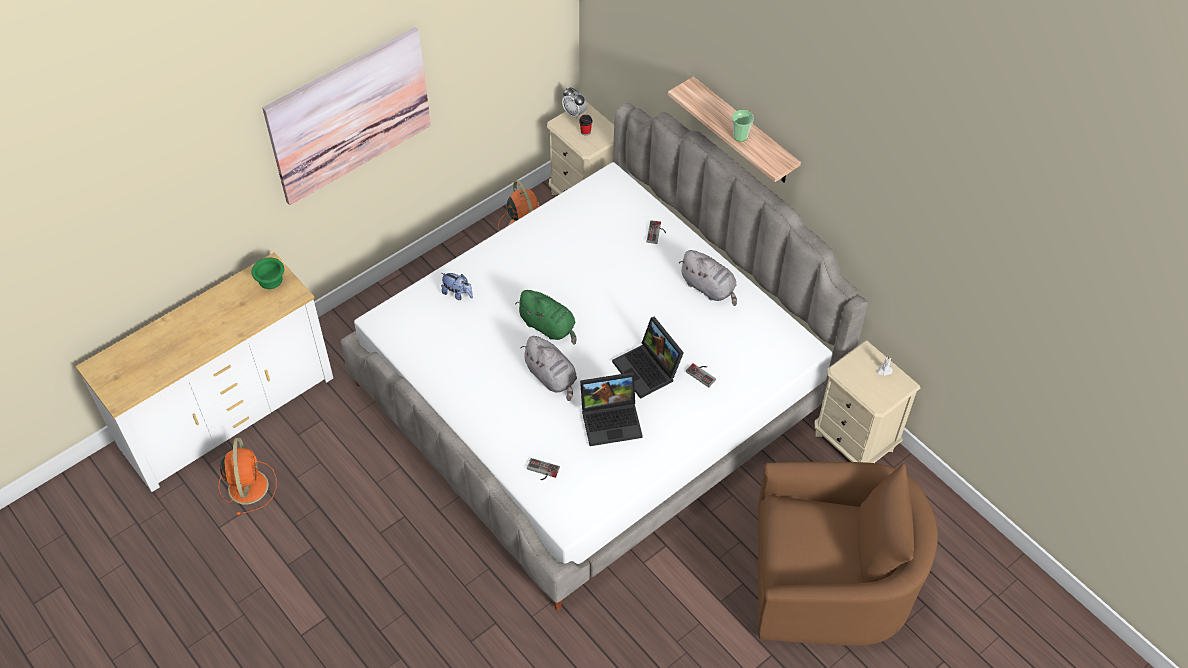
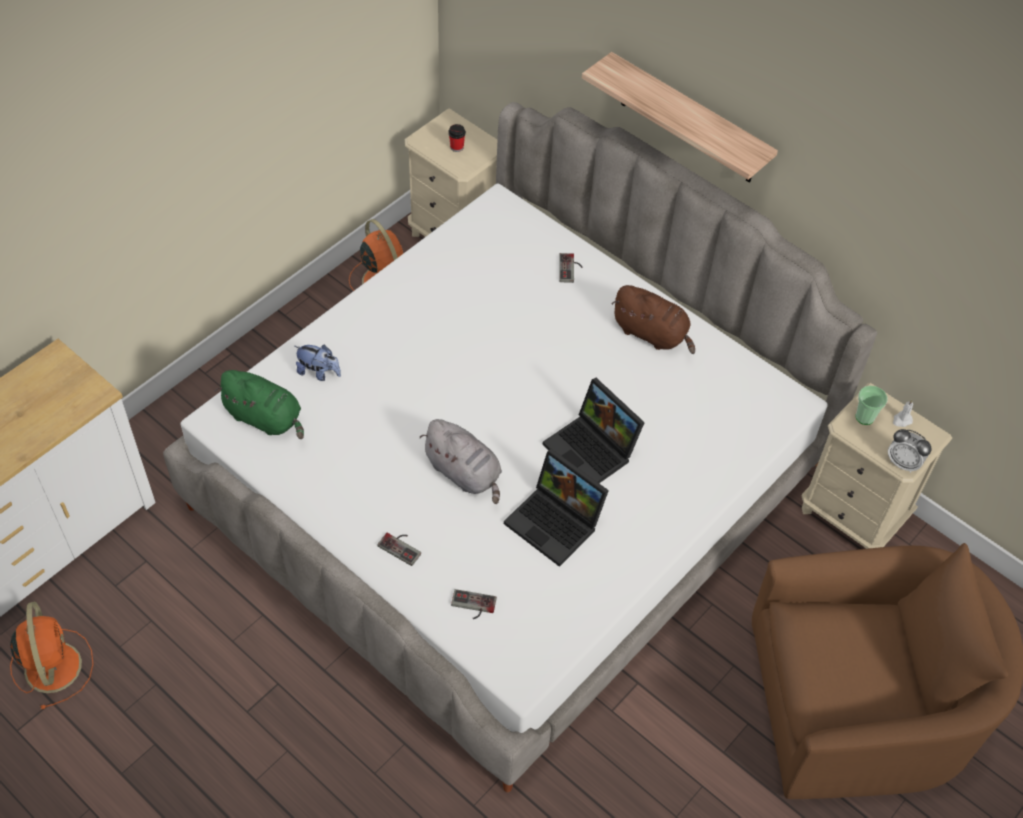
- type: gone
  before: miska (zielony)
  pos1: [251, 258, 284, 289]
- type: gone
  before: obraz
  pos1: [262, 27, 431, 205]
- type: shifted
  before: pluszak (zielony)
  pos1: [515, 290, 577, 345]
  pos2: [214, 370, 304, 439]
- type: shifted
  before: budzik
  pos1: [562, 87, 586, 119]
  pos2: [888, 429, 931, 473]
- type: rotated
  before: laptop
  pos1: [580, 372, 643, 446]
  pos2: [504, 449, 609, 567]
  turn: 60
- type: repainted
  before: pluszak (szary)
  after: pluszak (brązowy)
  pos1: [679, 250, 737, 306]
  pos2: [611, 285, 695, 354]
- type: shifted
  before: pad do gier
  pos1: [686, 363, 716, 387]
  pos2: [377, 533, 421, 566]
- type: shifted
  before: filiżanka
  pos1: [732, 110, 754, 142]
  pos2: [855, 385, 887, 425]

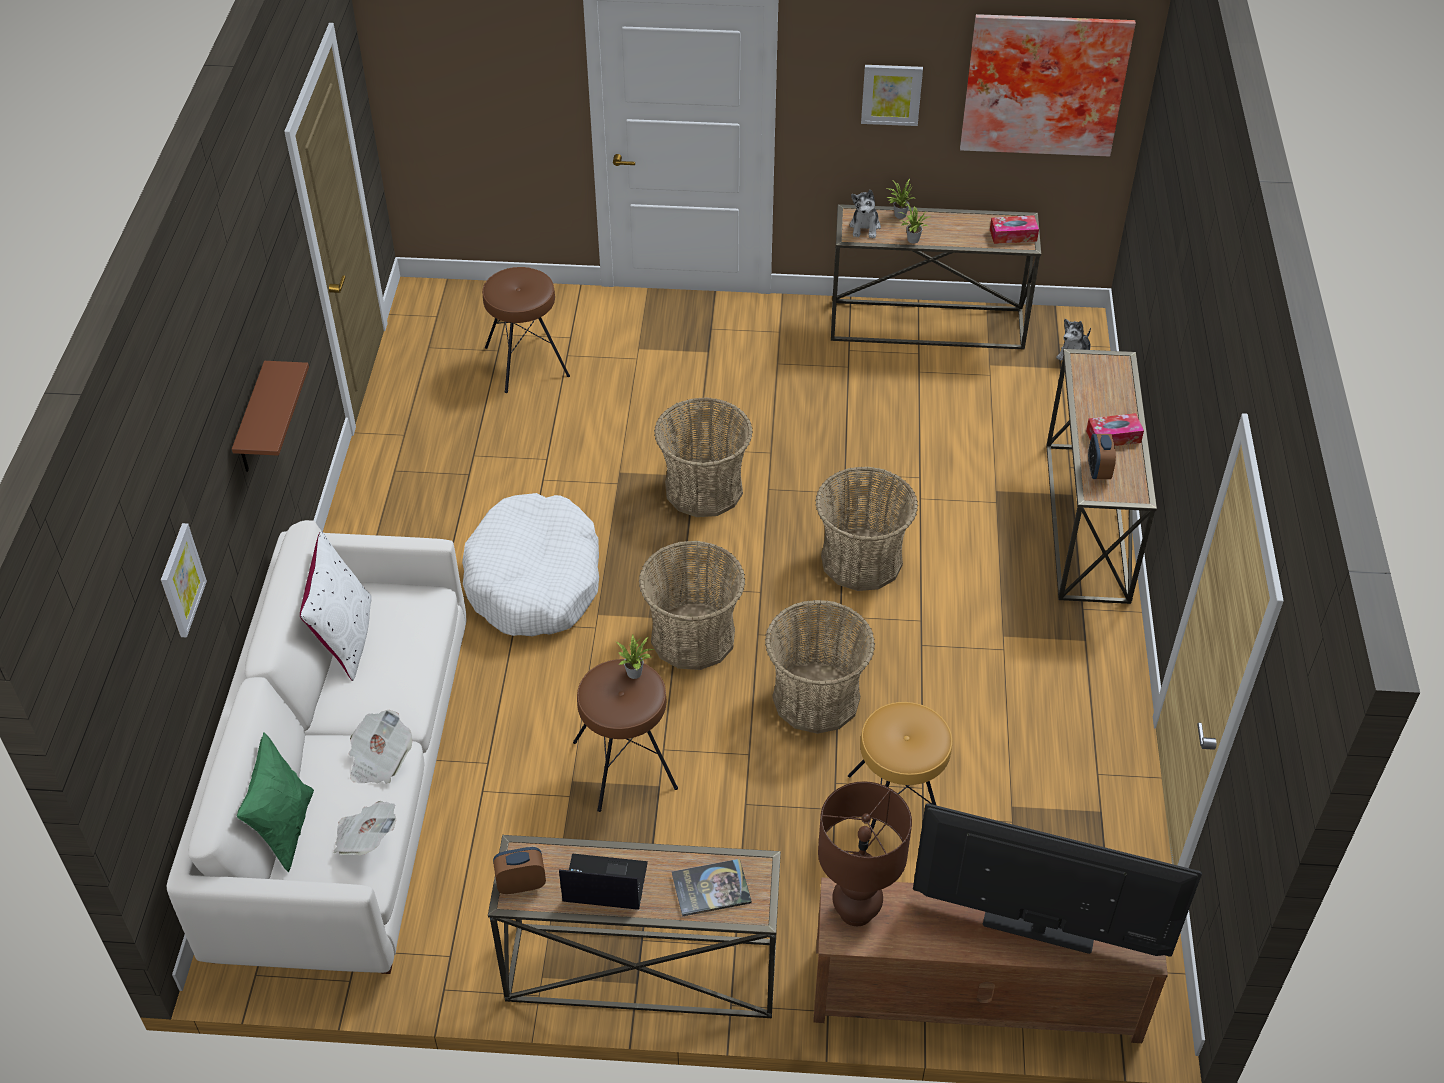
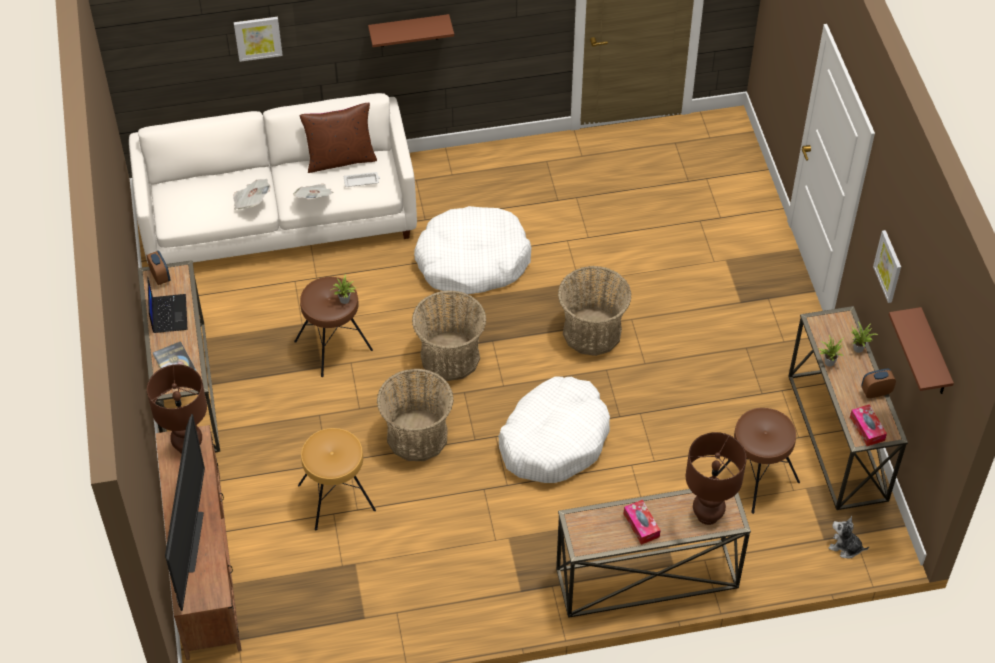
- type: gone
  before: poduszka (zielony)
  pos1: [237, 732, 314, 872]
- type: repainted
  before: poduszka (biały)
  after: poduszka (brązowy)
  pos1: [300, 531, 372, 681]
  pos2: [300, 103, 377, 173]
- type: shifted
  before: gazeta
  pos1: [334, 801, 396, 855]
  pos2: [293, 184, 334, 199]
- type: shifted
  before: stołek (brązowy)
  pos1: [482, 267, 570, 393]
  pos2: [717, 408, 800, 514]
- type: swapped
  before: koszyk
  after: legowisko (biały)
  pos1: [815, 466, 918, 591]
  pos2: [499, 376, 610, 483]
- type: gone
  before: pluszak
  pos1: [850, 190, 881, 238]
- type: swapped
  before: obraz
  after: półka (brązowy)
  pos1: [960, 14, 1136, 157]
  pos2: [889, 307, 954, 394]
- type: shifted
  before: budzik
  pos1: [1088, 434, 1116, 479]
  pos2: [861, 368, 896, 398]
- type: new
  after: taca (biały)
  pos2: [344, 172, 380, 187]
- type: new
  after: lampa stołowa (brązowy)
  pos2: [686, 432, 747, 525]

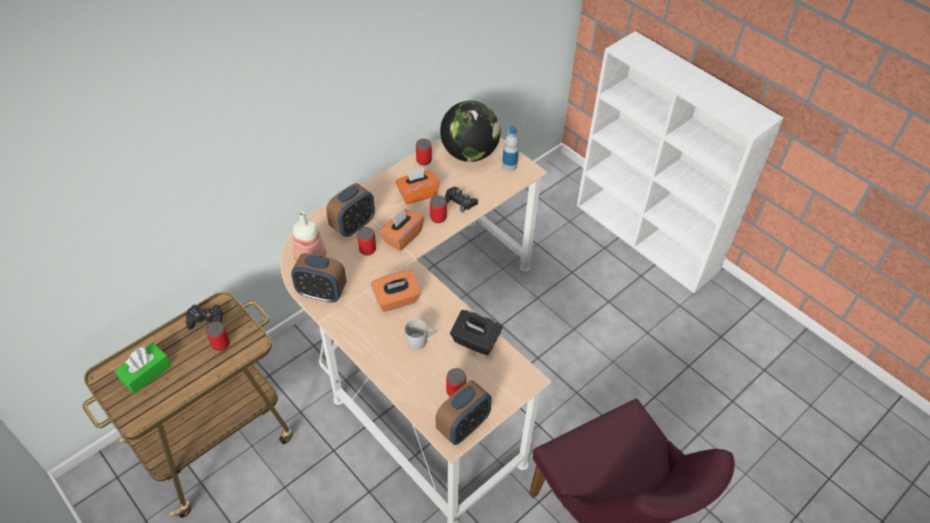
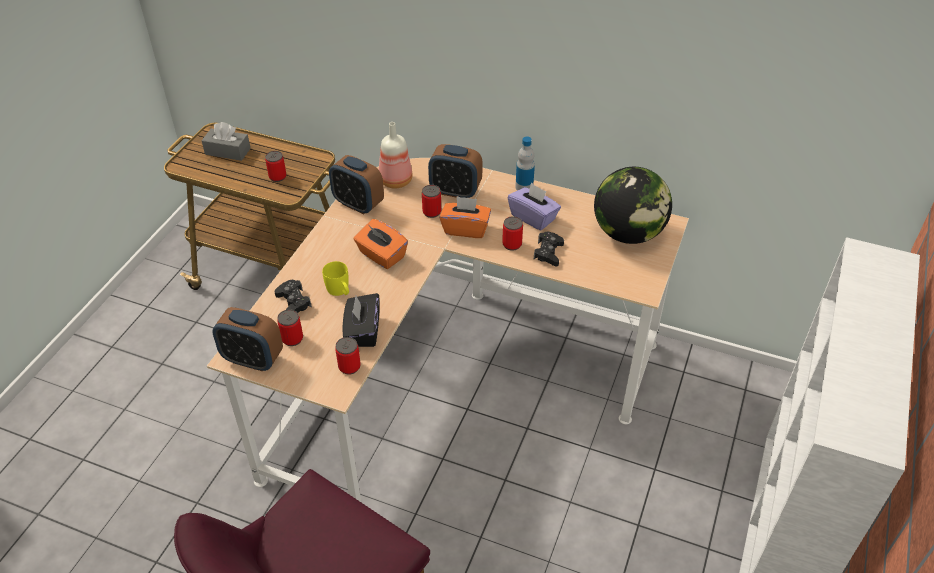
- type: repainted
  before: pudełko chusteczek (zielony)
  after: pudełko chusteczek (szary)
  pos1: [115, 343, 172, 394]
  pos2: [201, 122, 251, 161]
- type: shifted
  before: pad do gier (czarny)
  pos1: [186, 305, 223, 330]
  pos2: [275, 280, 312, 313]
- type: rotated
  before: budzik
  pos1: [291, 253, 346, 303]
  pos2: [329, 155, 384, 214]
  turn: -45
- type: repainted
  before: pudełko chusteczek (pomarańczowy)
  after: pudełko chusteczek (fioletowy)
  pos1: [395, 167, 440, 204]
  pos2: [508, 183, 561, 231]
- type: repainted
  before: kubek (biały)
  after: kubek (żółty)
  pos1: [405, 319, 437, 350]
  pos2: [322, 261, 349, 296]
- type: shifted
  before: puszka
  pos1: [416, 139, 432, 166]
  pos2: [335, 337, 361, 375]
- type: shifted
  before: butelka
  pos1: [502, 126, 519, 172]
  pos2: [515, 137, 535, 191]

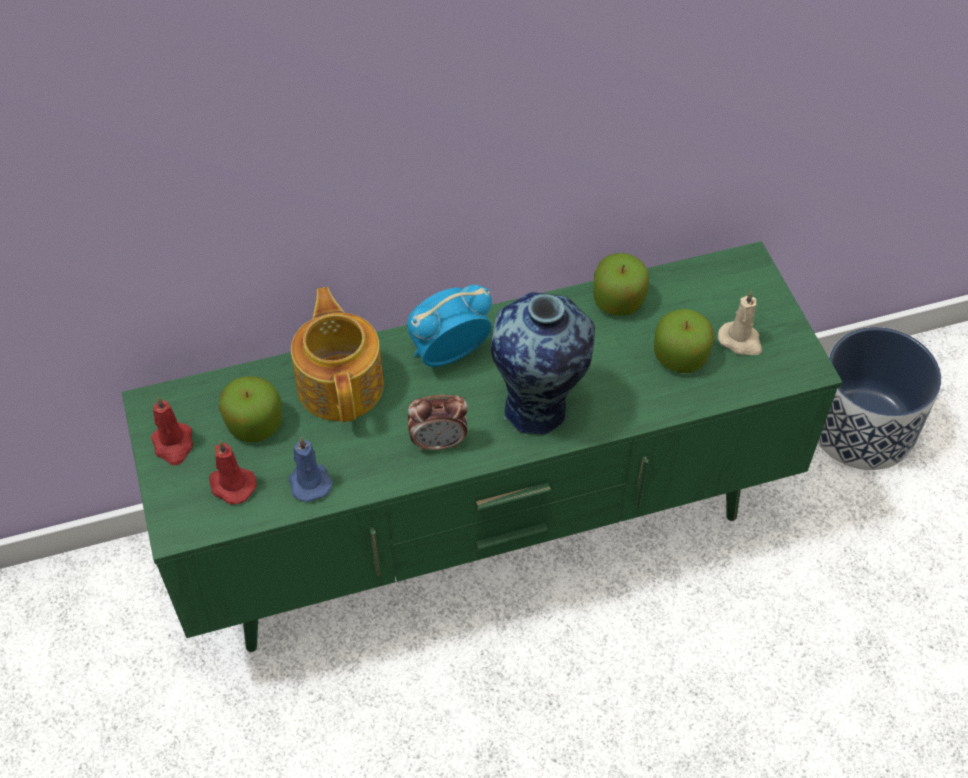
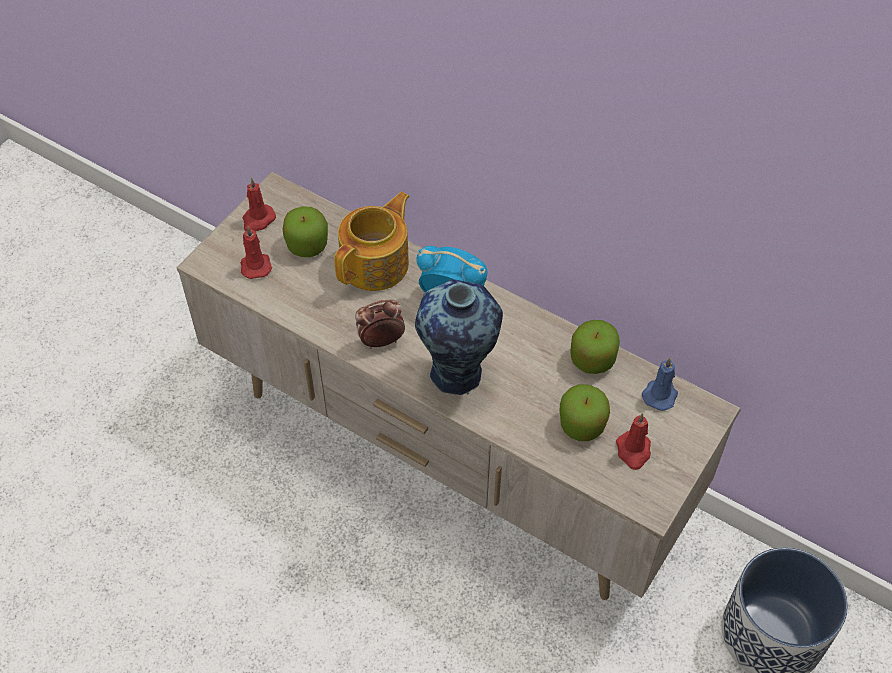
- type: repainted
  before: szafka pod telewizor (zielony)
  after: szafka pod telewizor (beżowy)
  pos1: [122, 241, 842, 652]
  pos2: [176, 172, 741, 600]
- type: shifted
  before: świeca (niebieski)
  pos1: [289, 437, 333, 502]
  pos2: [642, 358, 678, 411]
- type: rotated
  before: budzik
  pos1: [408, 395, 468, 451]
  pos2: [355, 300, 405, 349]
  turn: 120
- type: repainted
  before: świeca (beżowy)
  after: świeca (czerwony)
  pos1: [718, 291, 762, 355]
  pos2: [616, 413, 651, 470]

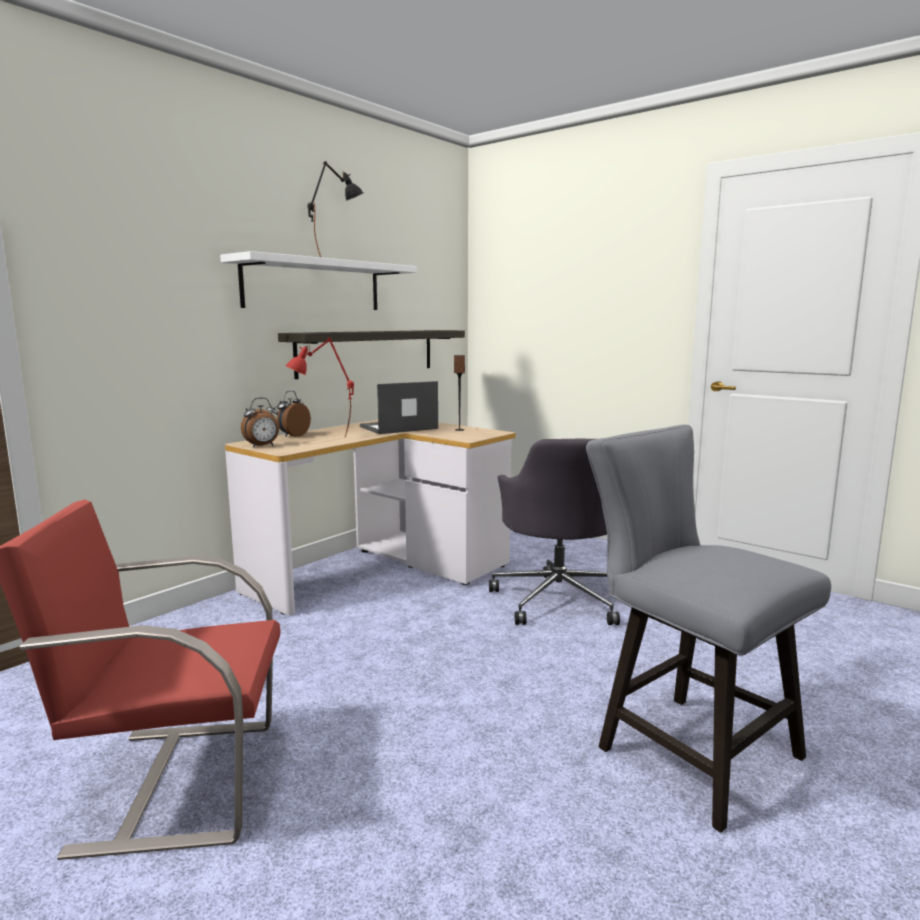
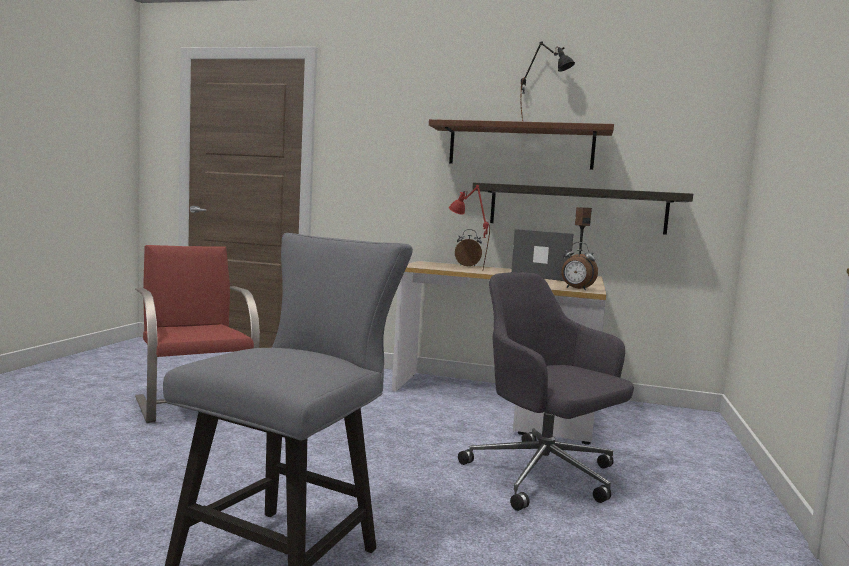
- type: repainted
  before: półka (biały)
  after: półka (brązowy)
  pos1: [220, 251, 417, 310]
  pos2: [429, 119, 614, 170]
- type: shifted
  before: budzik
  pos1: [241, 398, 279, 448]
  pos2: [561, 242, 598, 290]
- type: rotated
  before: krzesło biurowe (szary)
  pos1: [489, 439, 620, 625]
  pos2: [458, 272, 634, 511]
  turn: 75

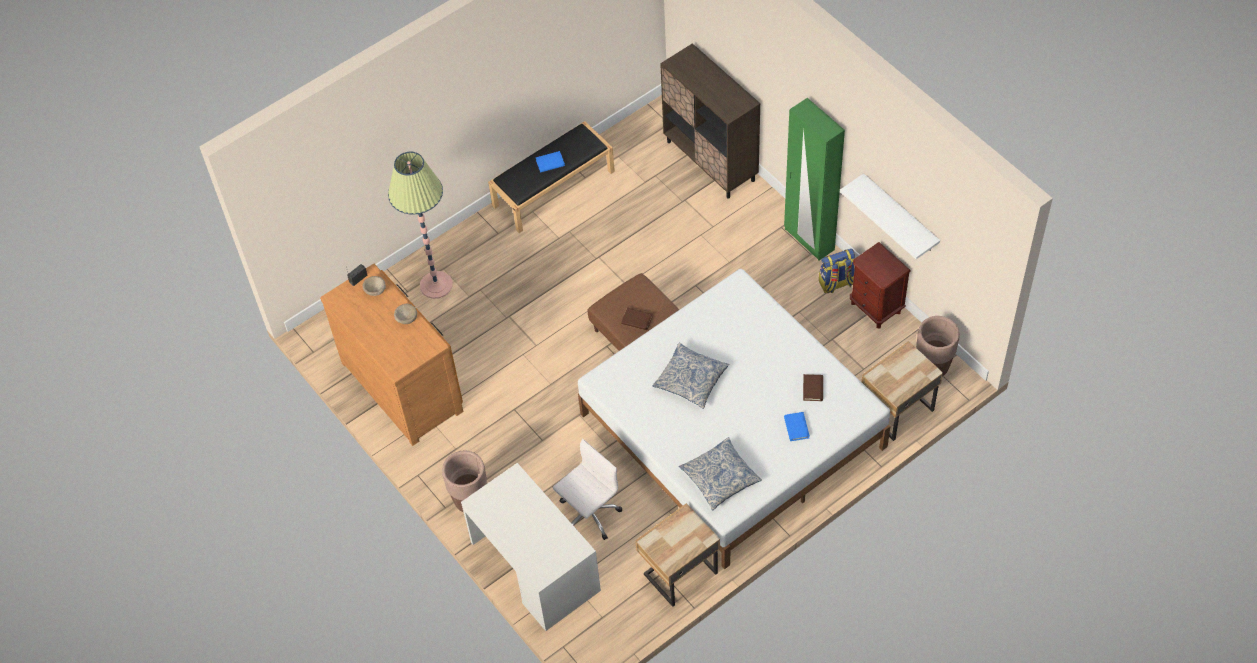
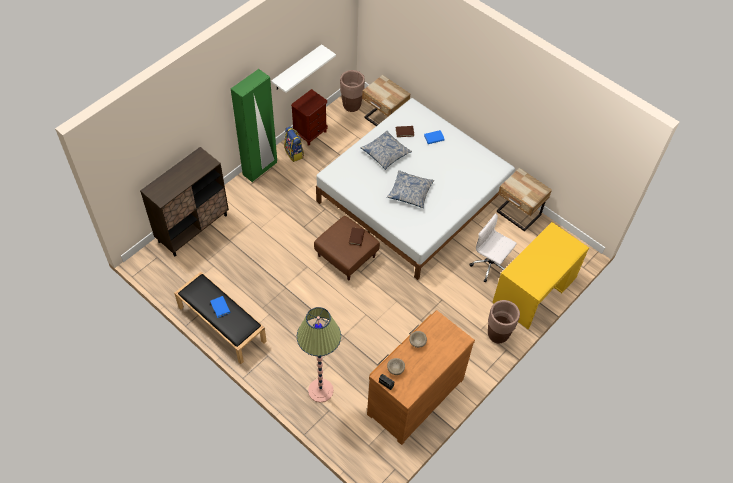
- type: repainted
  before: biurko (biały)
  after: biurko (żółty)
  pos1: [461, 463, 601, 631]
  pos2: [492, 222, 589, 329]
- type: shifted
  before: poduszka
  pos1: [679, 437, 762, 510]
  pos2: [360, 131, 412, 170]

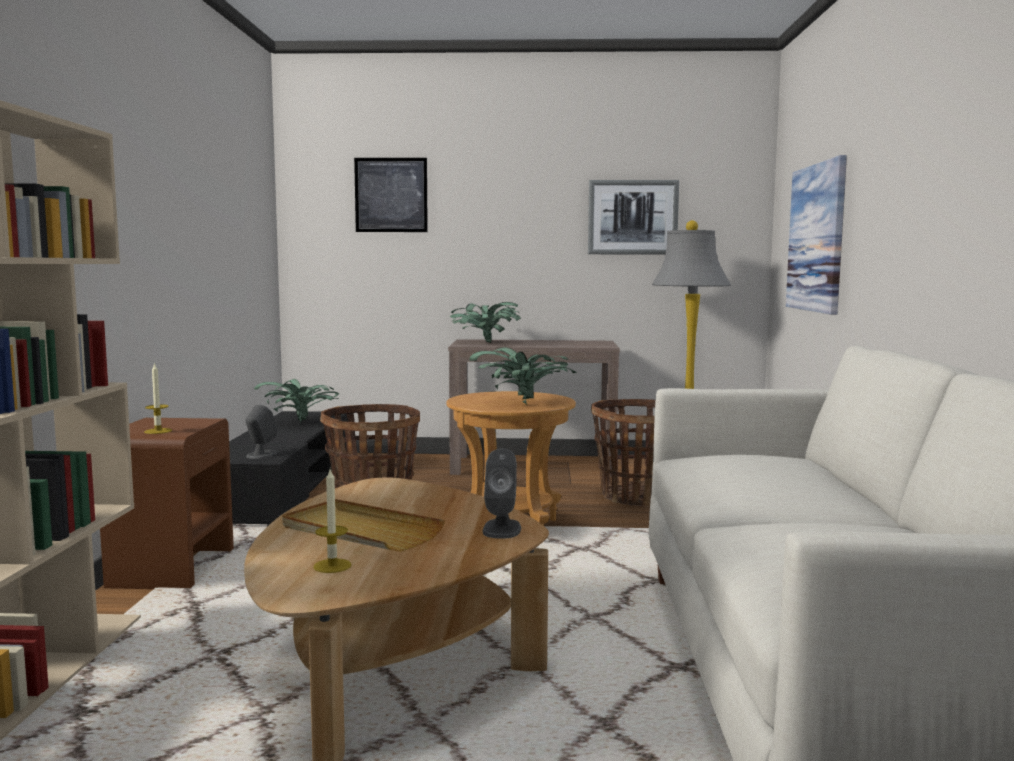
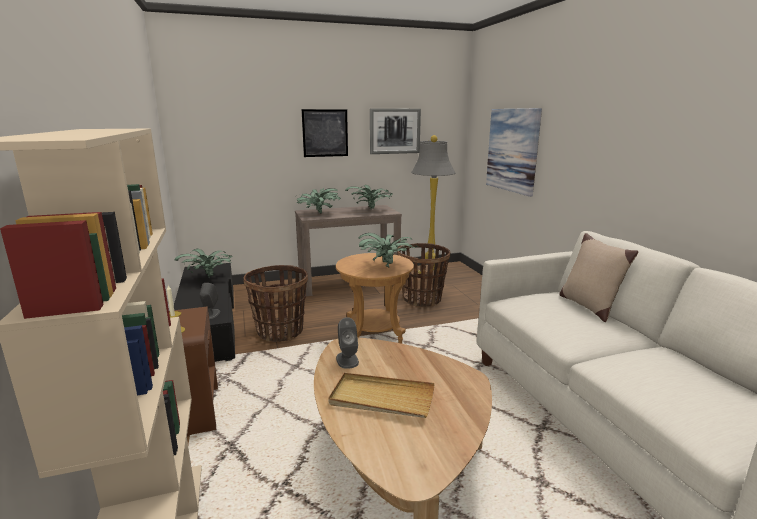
- type: gone
  before: świeca
  pos1: [313, 469, 351, 573]
- type: shifted
  before: obraz
  pos1: [354, 158, 428, 232]
  pos2: [302, 109, 348, 157]
- type: shifted
  before: głośnik (szary)
  pos1: [483, 449, 521, 539]
  pos2: [336, 317, 359, 369]
- type: new
  after: roślina doniczkowa
  pos2: [345, 185, 393, 210]
- type: new
  after: poduszka (beżowy)
  pos2: [559, 233, 638, 322]

